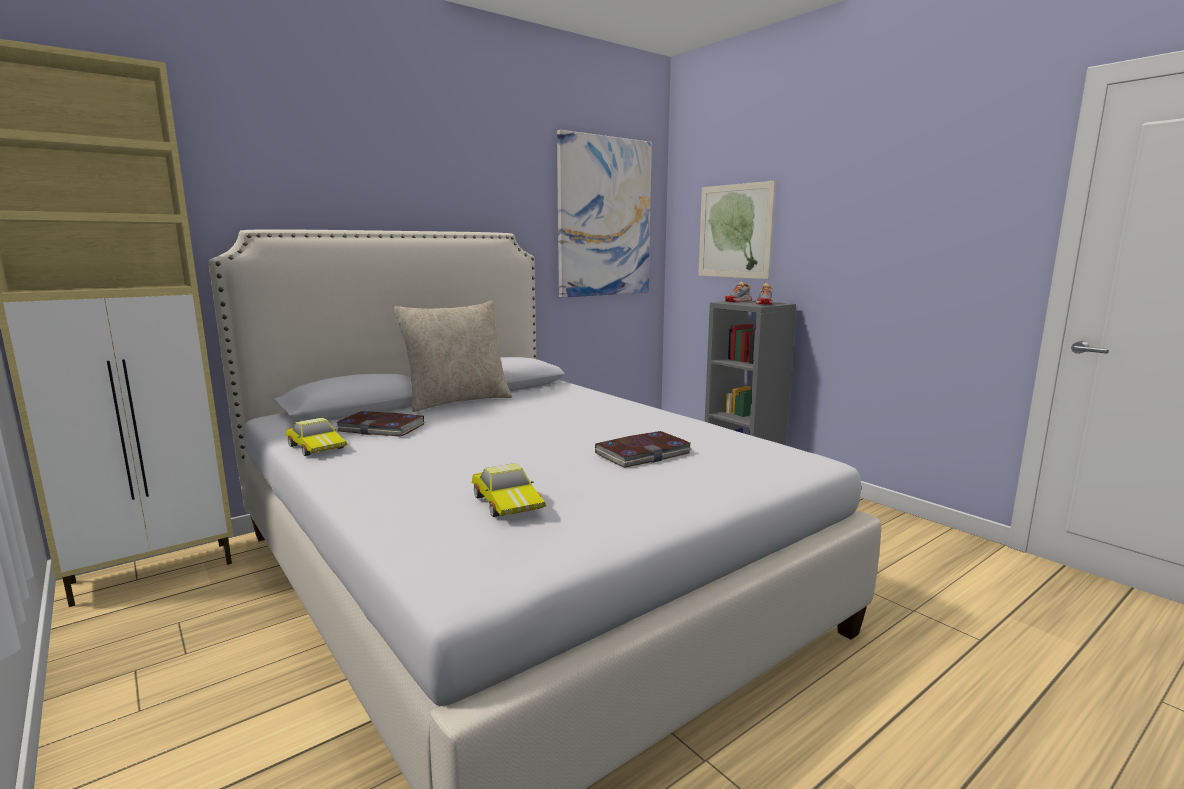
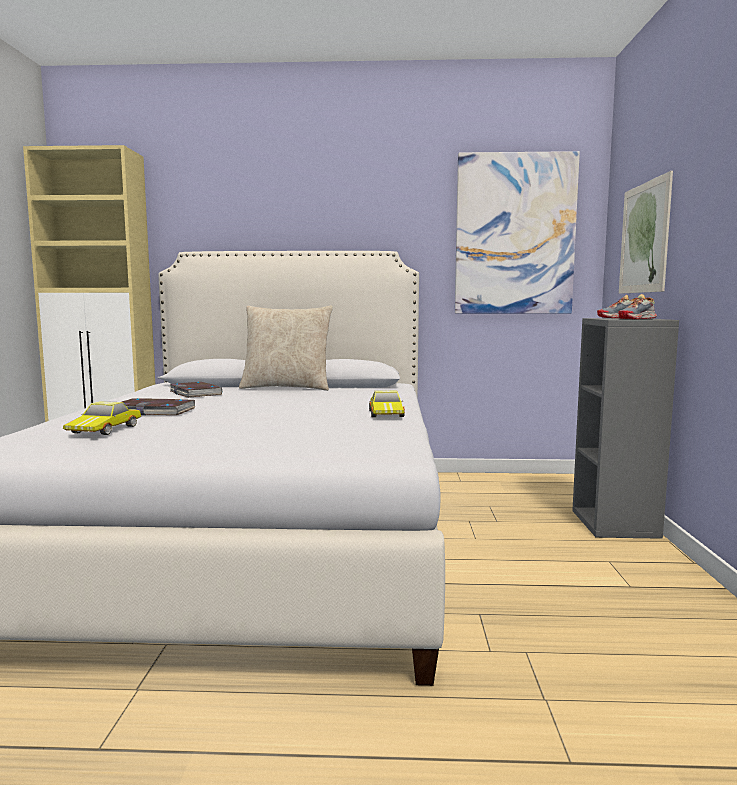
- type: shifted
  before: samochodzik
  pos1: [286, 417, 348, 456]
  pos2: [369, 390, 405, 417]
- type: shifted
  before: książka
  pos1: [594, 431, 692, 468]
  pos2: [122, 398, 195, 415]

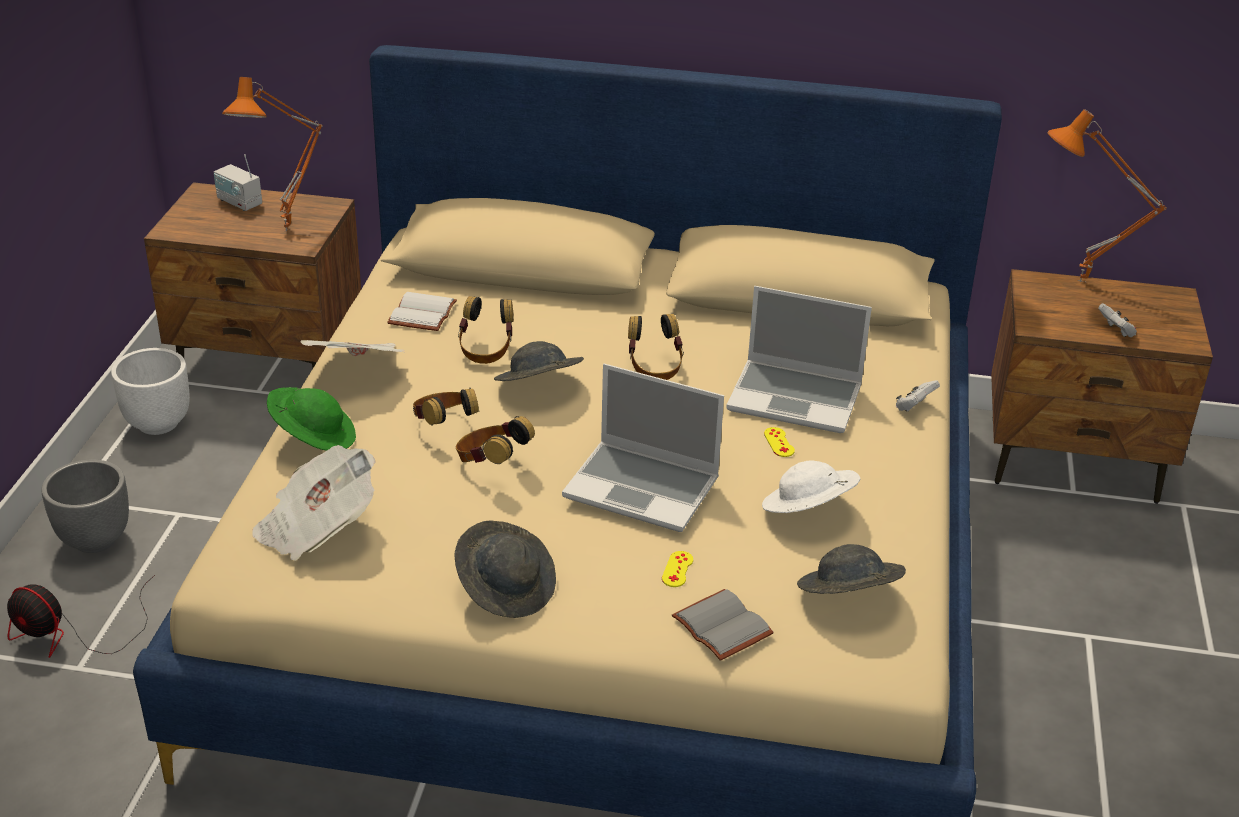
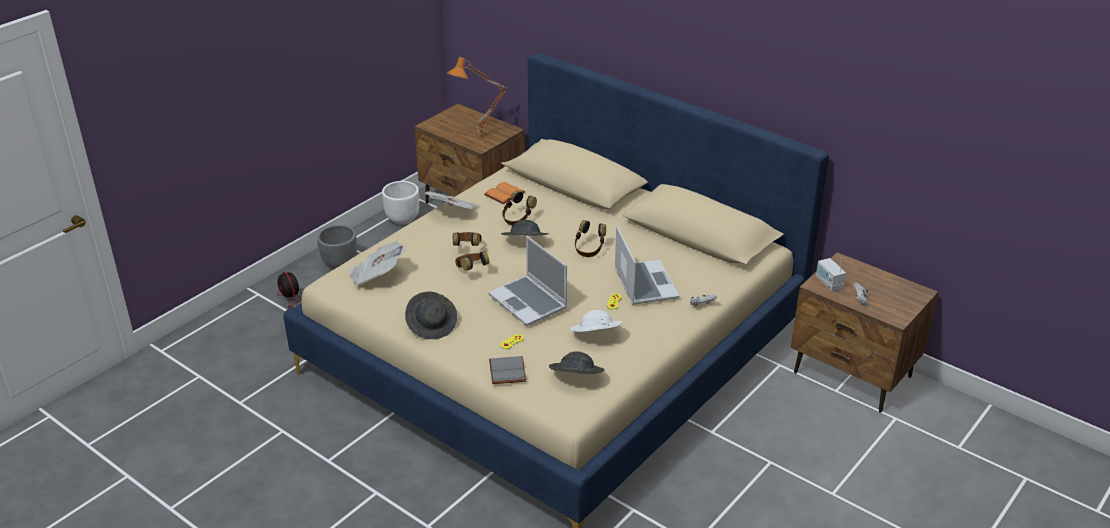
- type: shifted
  before: radio
  pos1: [214, 154, 262, 211]
  pos2: [816, 258, 846, 292]
- type: gone
  before: kapelusz (zielony)
  pos1: [267, 387, 356, 451]
- type: repainted
  before: książka (biały)
  after: książka (pomarańczowy)
  pos1: [387, 292, 457, 331]
  pos2: [484, 182, 525, 204]
- type: rotated
  before: laptop
  pos1: [726, 286, 872, 433]
  pos2: [614, 226, 680, 305]
  turn: -150
- type: gone
  before: lampa stołowa (pomarańczowy)
  pos1: [1048, 109, 1167, 282]

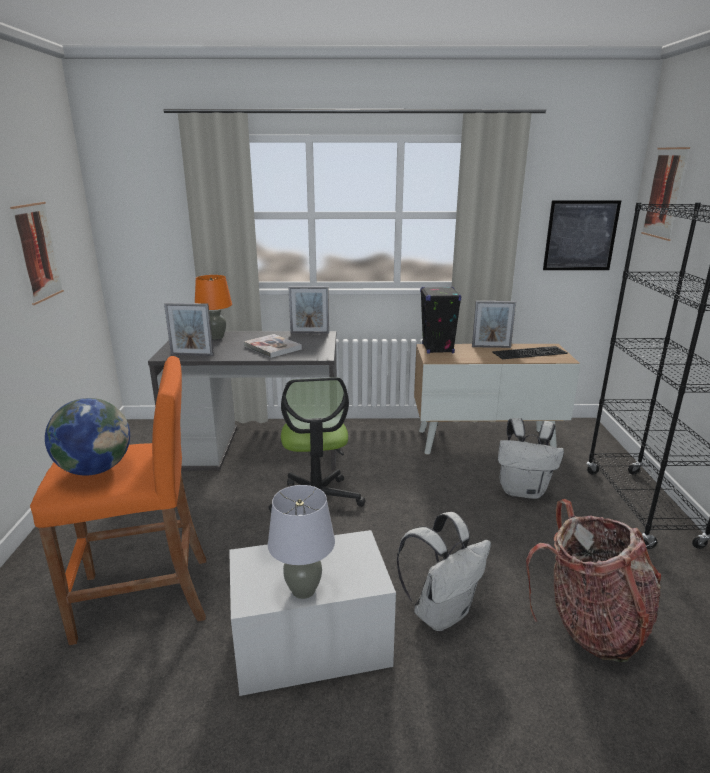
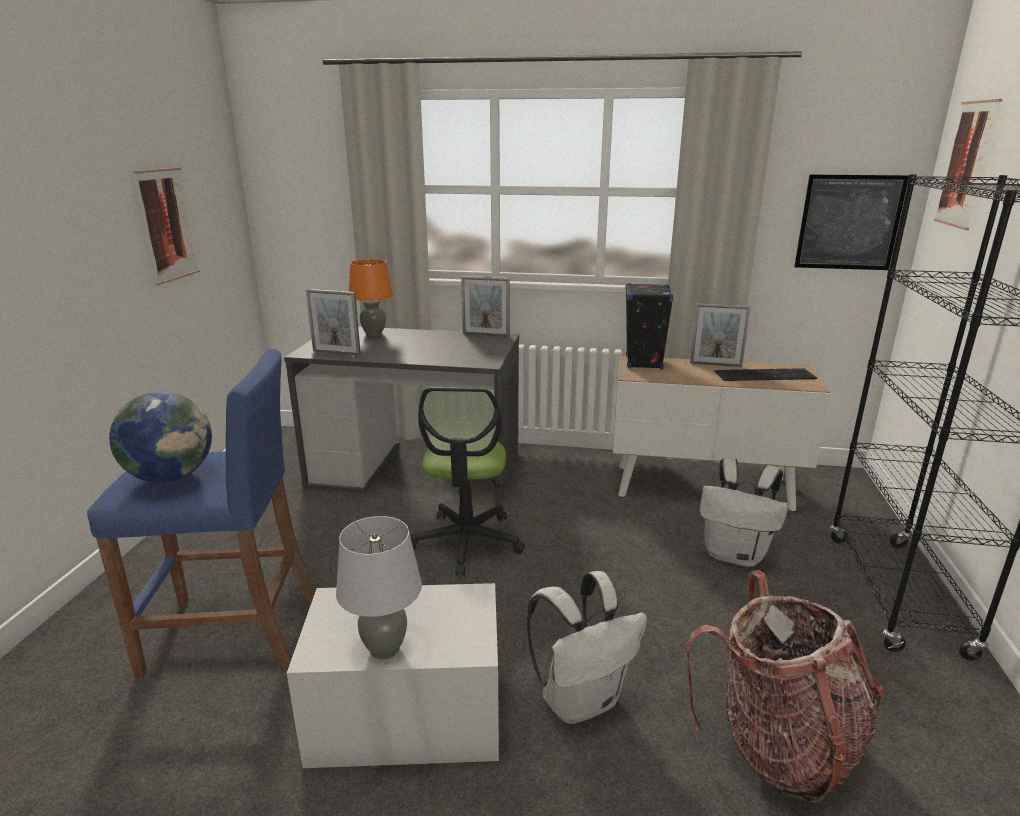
- type: repainted
  before: stołek (pomarańczowy)
  after: stołek (niebieski)
  pos1: [30, 356, 206, 645]
  pos2: [87, 349, 315, 679]
- type: gone
  before: książka
  pos1: [243, 334, 302, 358]

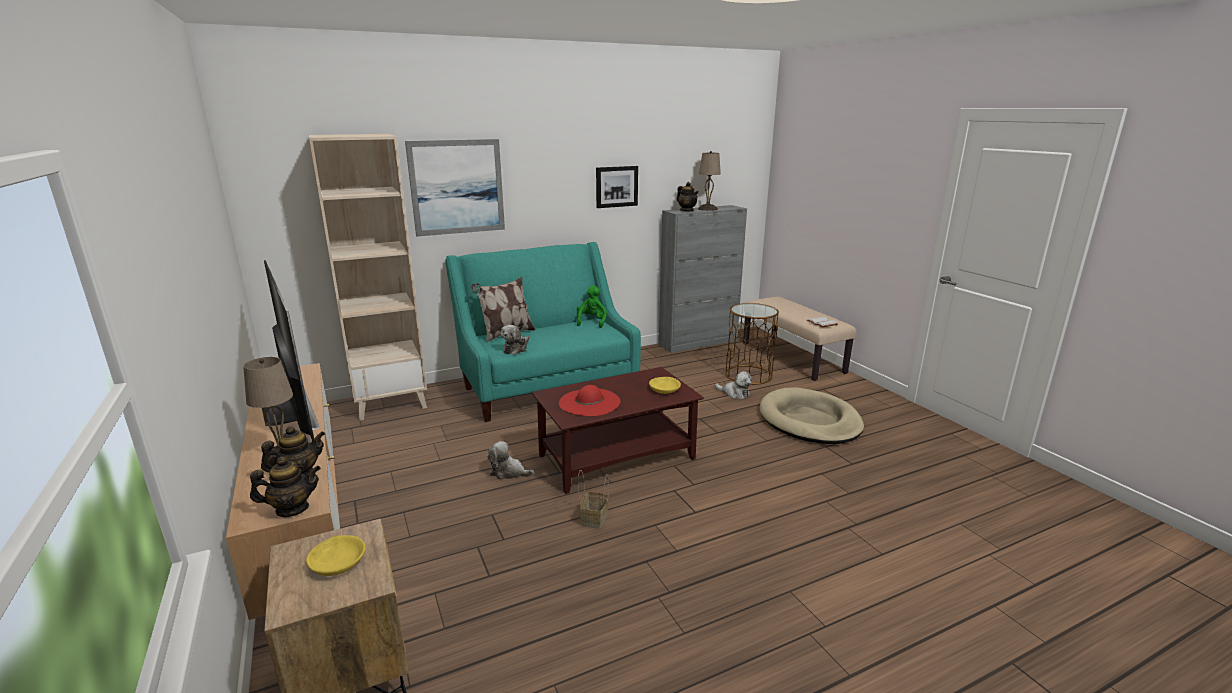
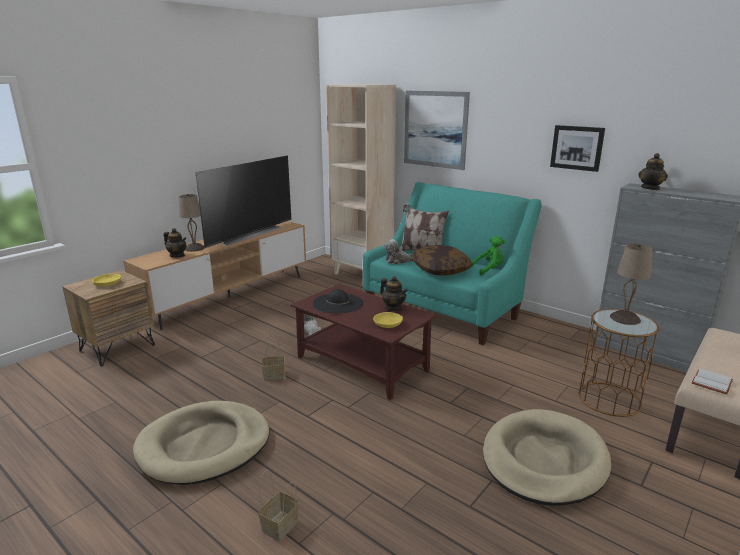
- type: shifted
  before: imbryk
  pos1: [250, 457, 321, 517]
  pos2: [380, 276, 408, 311]
- type: repainted
  before: kapelusz (czerwony)
  after: kapelusz (czarny)
  pos1: [559, 385, 621, 416]
  pos2: [313, 289, 363, 313]
- type: shifted
  before: lampa stołowa (beżowy)
  pos1: [698, 151, 721, 211]
  pos2: [610, 244, 653, 325]
- type: gone
  before: pluszak
  pos1: [715, 371, 752, 399]
- type: new
  after: legowisko (beżowy)
  pos2: [133, 401, 270, 485]
- type: new
  after: koszyk
  pos2: [258, 470, 299, 541]
- type: new
  after: poduszka
  pos2: [411, 245, 473, 276]

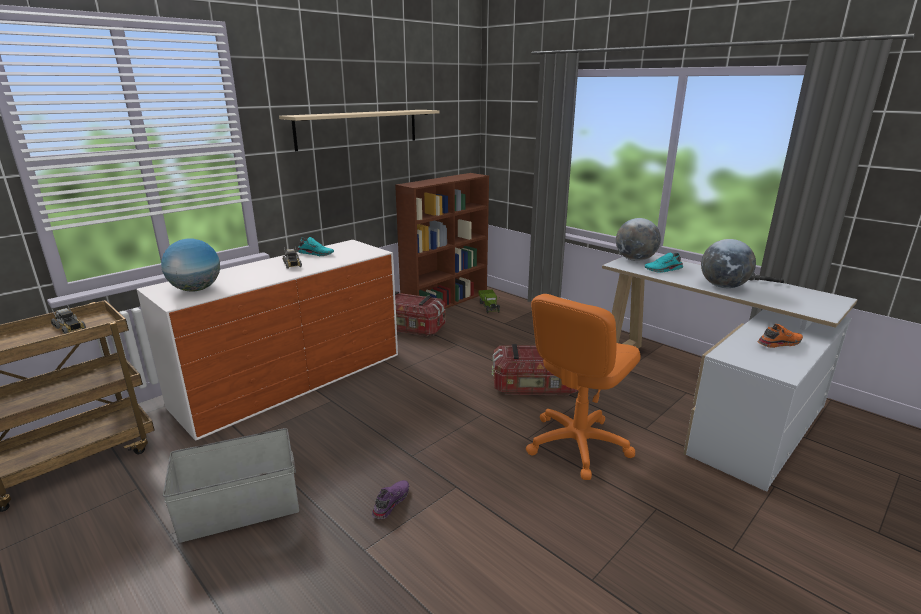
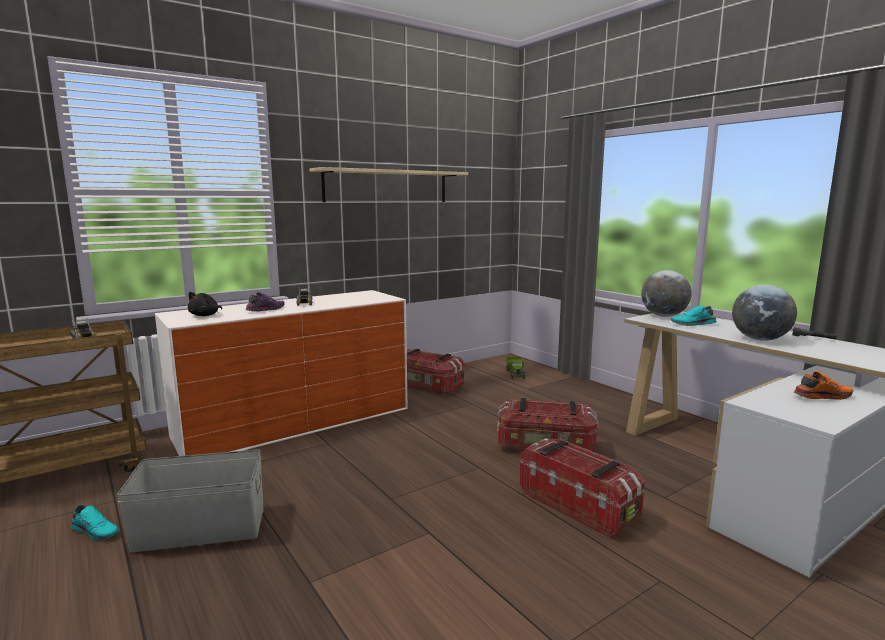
- type: swapped
  before: globus
  after: pluszak (czarny)
  pos1: [161, 239, 220, 292]
  pos2: [188, 292, 222, 316]
- type: shifted
  before: but (turkusowy)
  pos1: [297, 237, 334, 256]
  pos2: [71, 505, 119, 541]
- type: shifted
  before: but (fioletowy)
  pos1: [372, 480, 409, 519]
  pos2: [245, 292, 285, 312]
- type: gone
  before: regał (brązowy)
  pos1: [395, 173, 489, 309]
- type: swapped
  before: krzesło biurowe (pomarańczowy)
  after: pojemnik do przechowywania
  pos1: [526, 294, 641, 480]
  pos2: [519, 438, 645, 538]

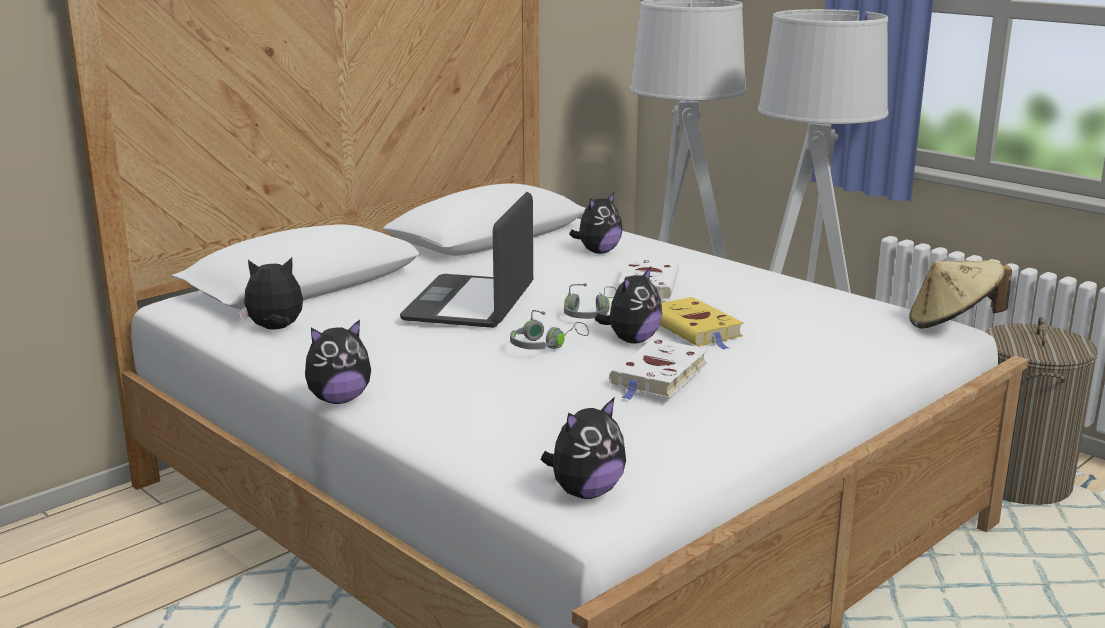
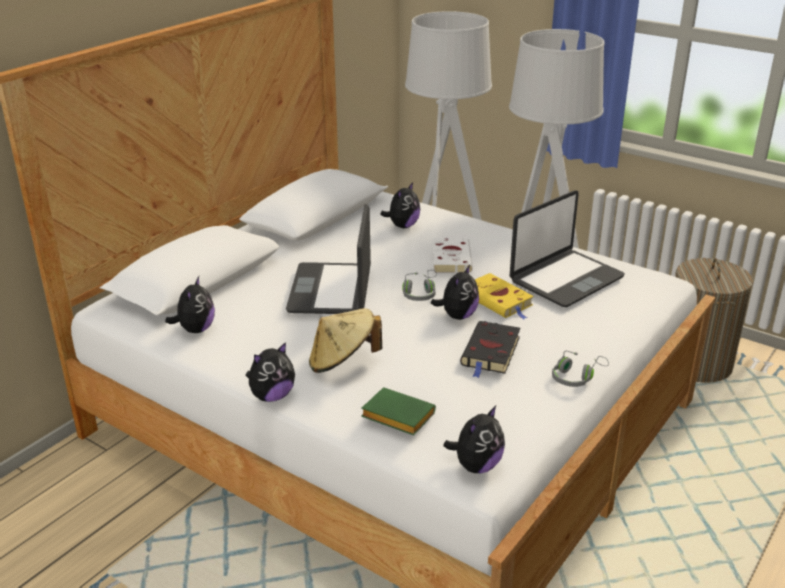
- type: rotated
  before: pluszak
  pos1: [239, 258, 303, 329]
  pos2: [165, 276, 215, 333]
  turn: 120
- type: shifted
  before: słuchawki (szary)
  pos1: [510, 310, 589, 350]
  pos2: [552, 351, 609, 387]
- type: repainted
  before: książka (biały)
  after: książka (czarny)
  pos1: [609, 338, 708, 400]
  pos2: [460, 321, 520, 378]
- type: shifted
  before: kapelusz (beżowy)
  pos1: [909, 260, 1012, 329]
  pos2: [309, 308, 382, 373]
- type: new
  after: książka (zielony)
  pos2: [361, 387, 436, 435]
- type: new
  after: laptop
  pos2: [510, 190, 625, 307]

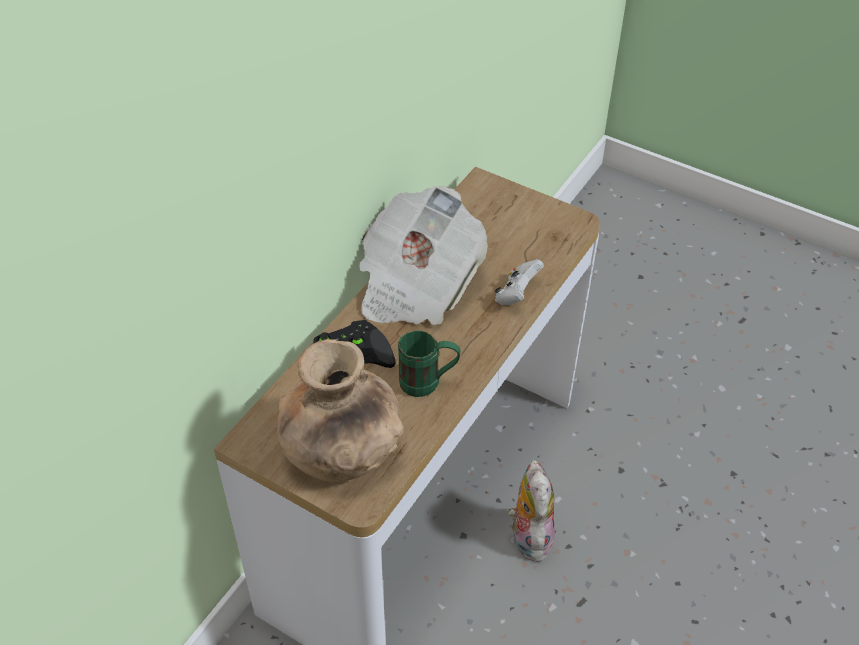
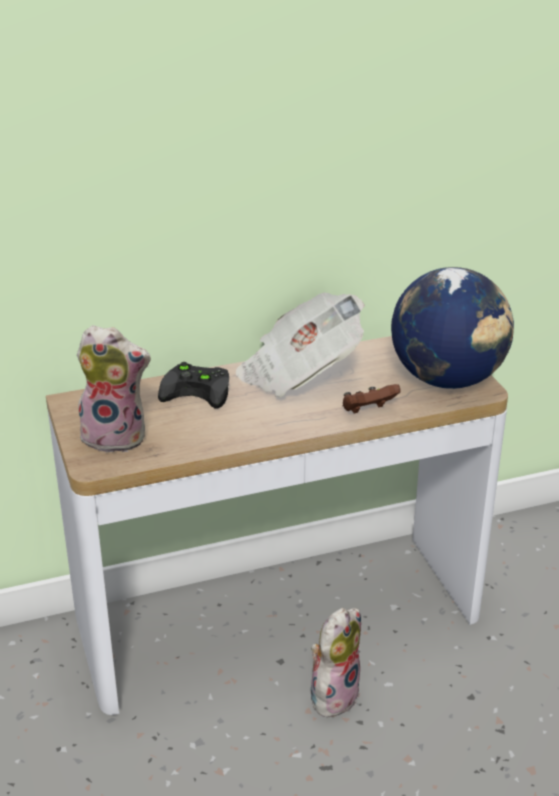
- type: swapped
  before: wazon (brązowy)
  after: pluszak
  pos1: [278, 339, 404, 482]
  pos2: [77, 325, 151, 453]
- type: gone
  before: kubek (zielony)
  pos1: [398, 330, 461, 397]
- type: repainted
  before: pad do gier (biały)
  after: pad do gier (brązowy)
  pos1: [494, 259, 544, 305]
  pos2: [342, 384, 401, 414]
- type: new
  after: globus
  pos2: [391, 267, 514, 389]

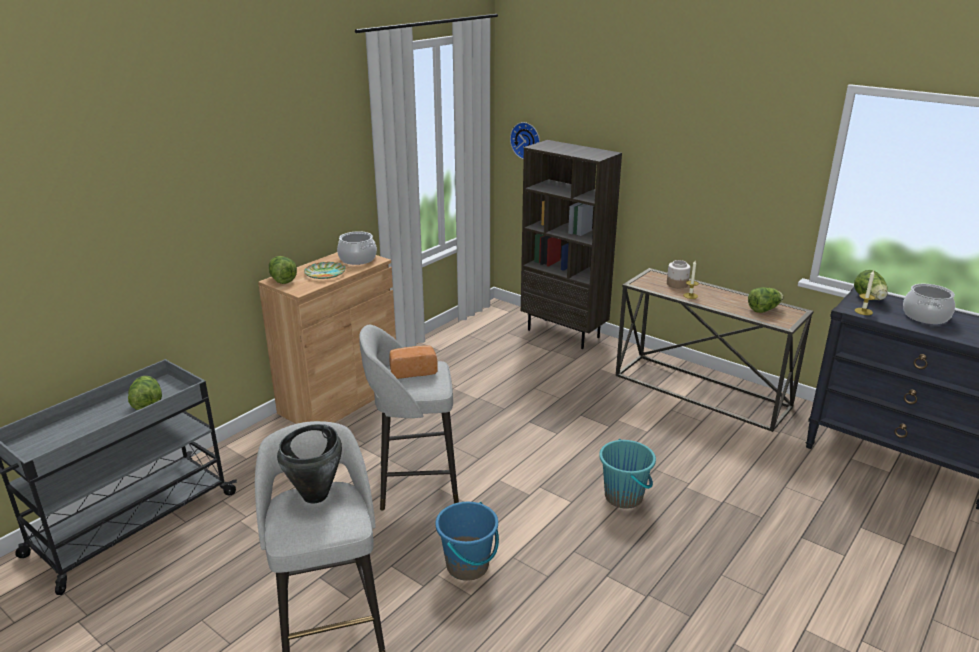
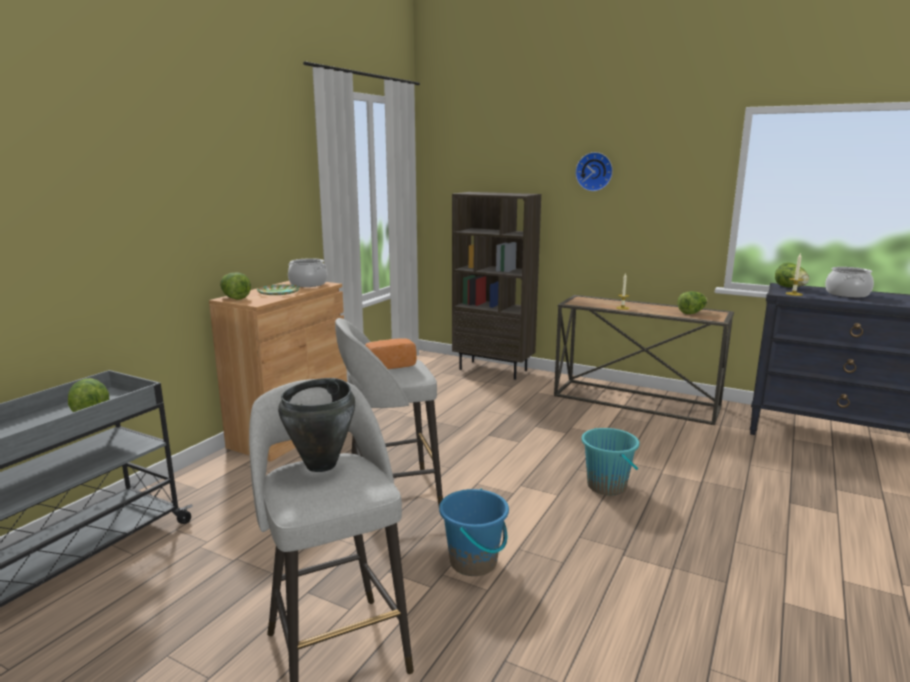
- type: shifted
  before: zegar ścienny
  pos1: [510, 122, 540, 159]
  pos2: [575, 152, 613, 191]
- type: gone
  before: słoik
  pos1: [667, 260, 691, 288]

